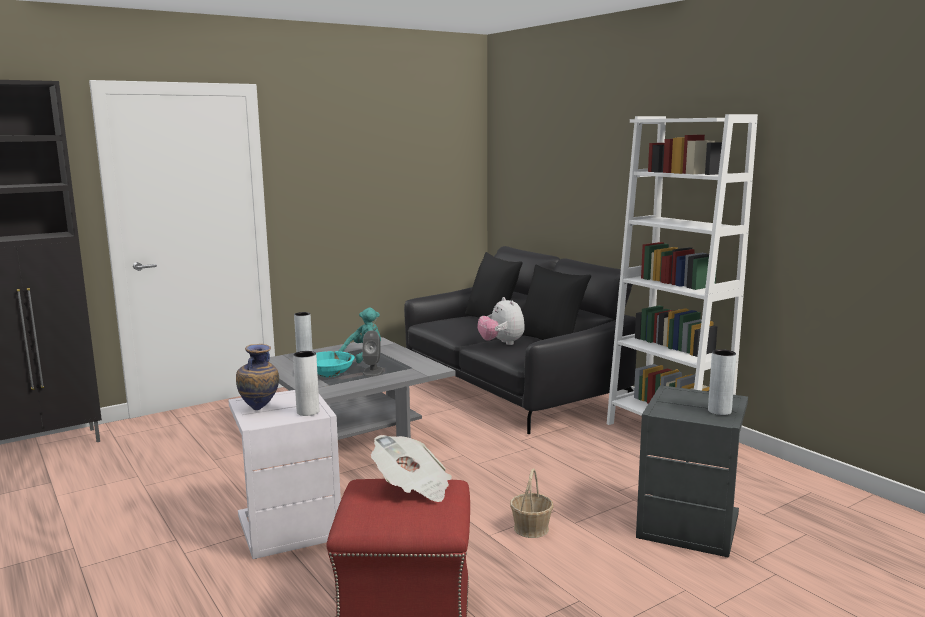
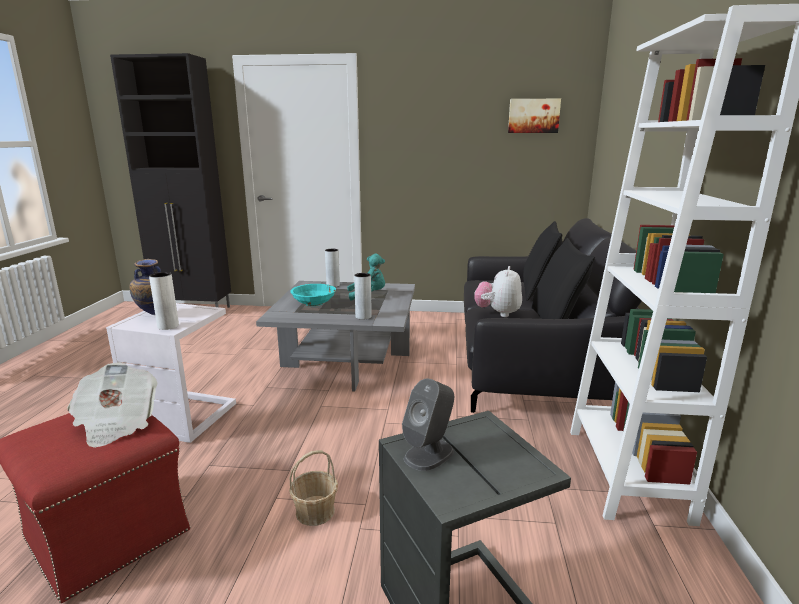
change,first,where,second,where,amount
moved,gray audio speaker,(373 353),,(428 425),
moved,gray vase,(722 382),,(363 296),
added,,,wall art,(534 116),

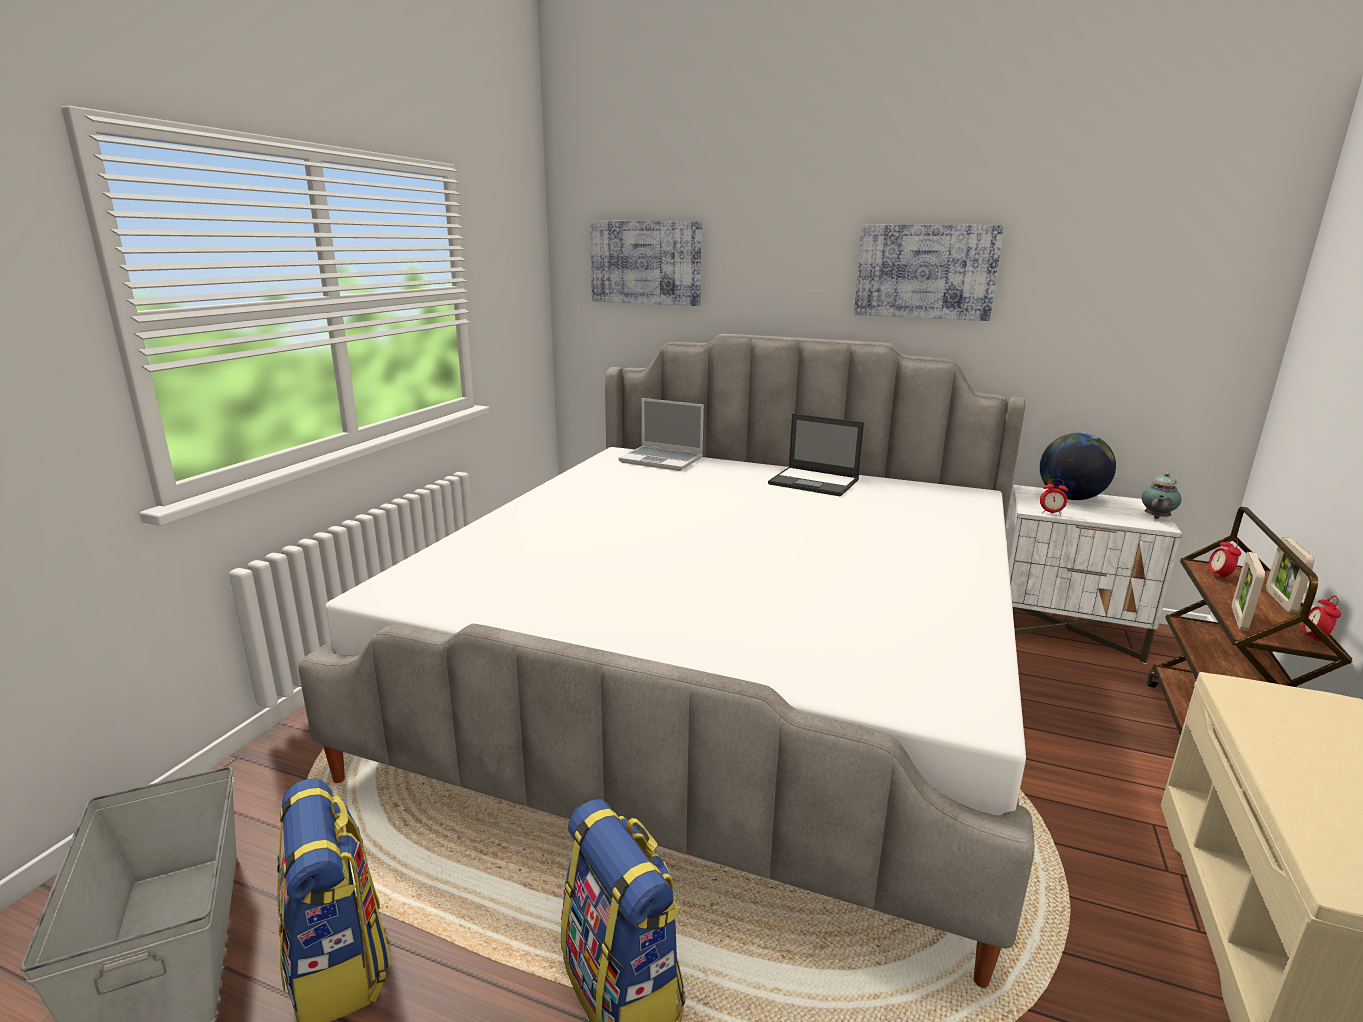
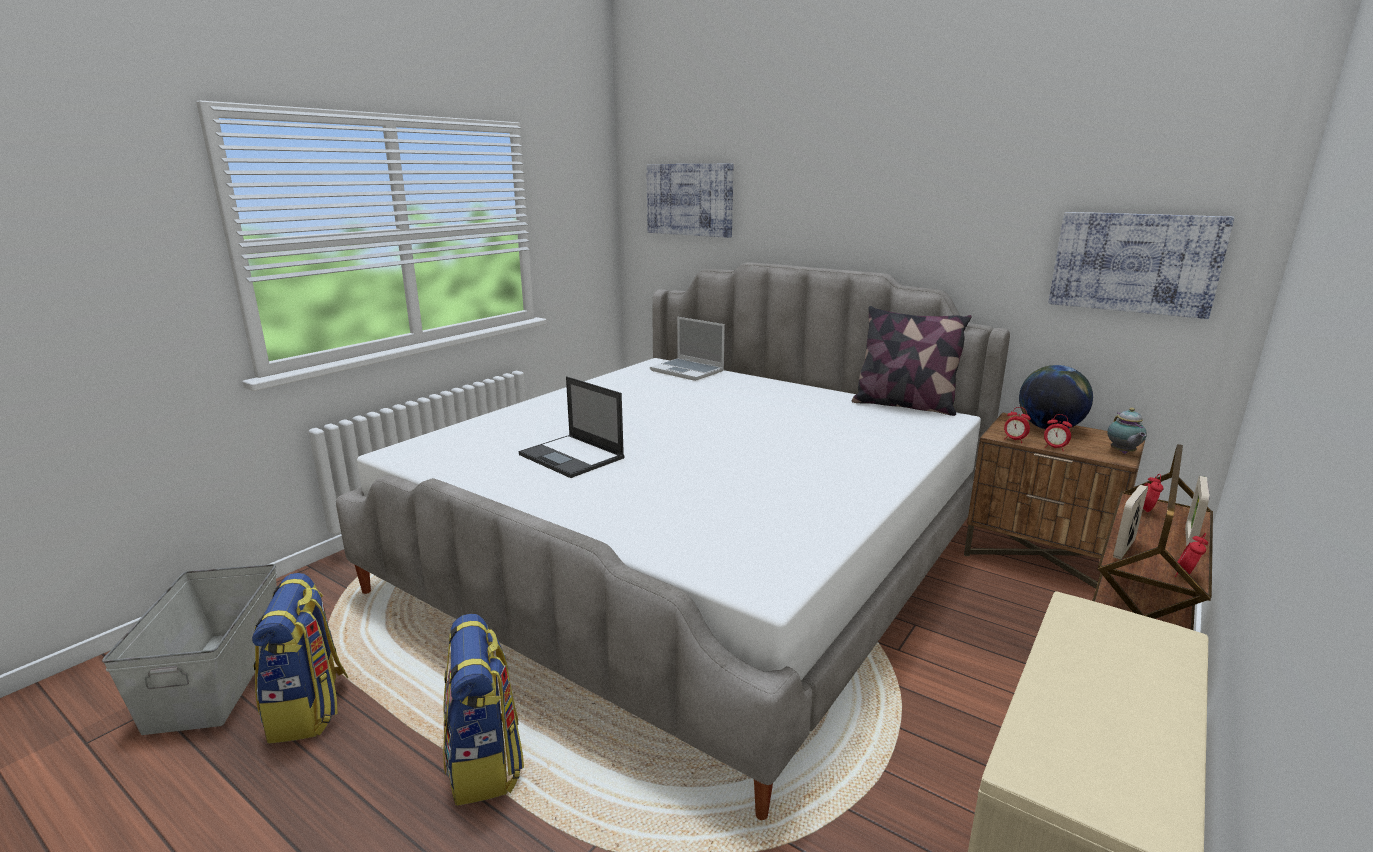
change,first,where,second,where,amount
moved,notebook computer,(816 455),,(572 427),
moved,wall art,(929 272),,(1141 265),
recoloured,white bedside table,(1094 574),brown bedside table,(1054 500),
turned,pot for tea,(1162 495),,(1127 431),45 degrees counterclockwise
added,,,cushion,(911 361),
added,,,table clock,(1058 432),

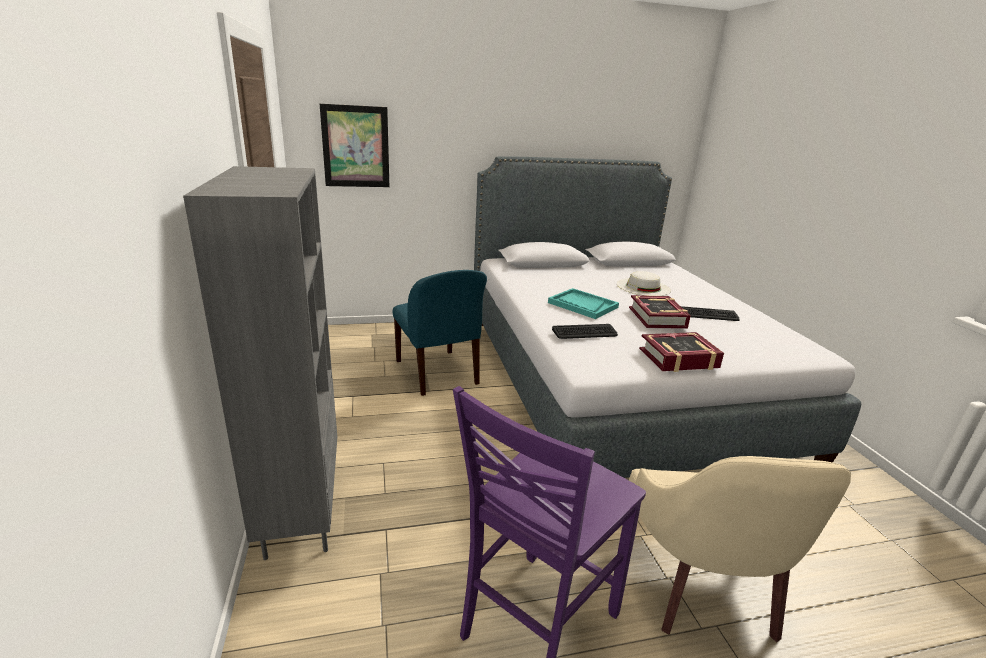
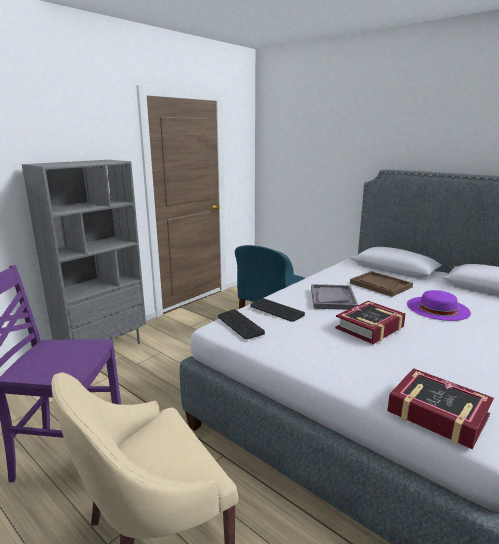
change,first,where,second,where,amount
removed,wall art,(354 145),,,
recoloured,turquoise-coloured carrying tray,(583 303),gray carrying tray,(334 297),
recoloured,white wearable hat,(644 283),purple-coloured wearable hat,(439 305),
moved,book,(681 352),,(440 408),
moved,keyboard,(710 313),,(241 324),
added,,,brown carrying tray,(381 284),

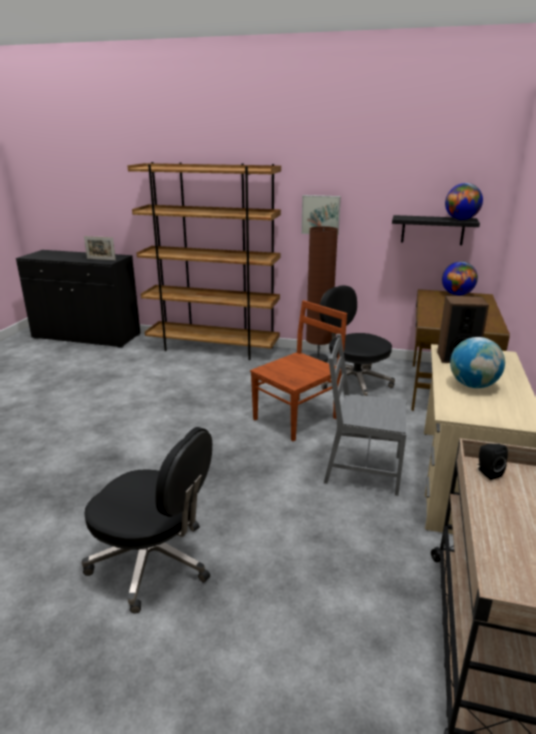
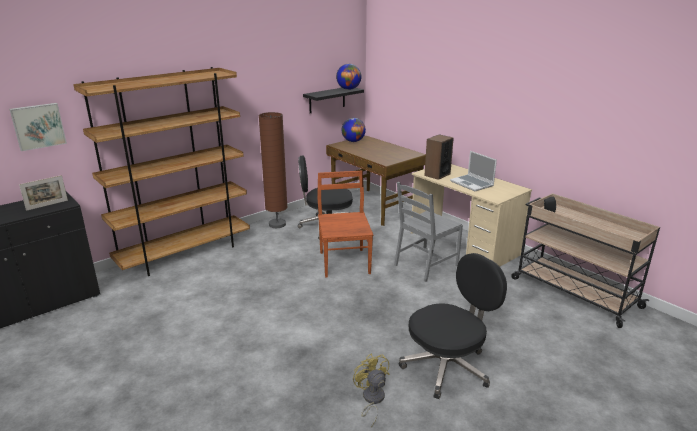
change,first,where,second,where,amount
moved,wall art,(321 215),,(38 127),
replaced,world globe,(477 362),notebook computer,(473 171),
added,,,yellow cooling fan,(371 390),

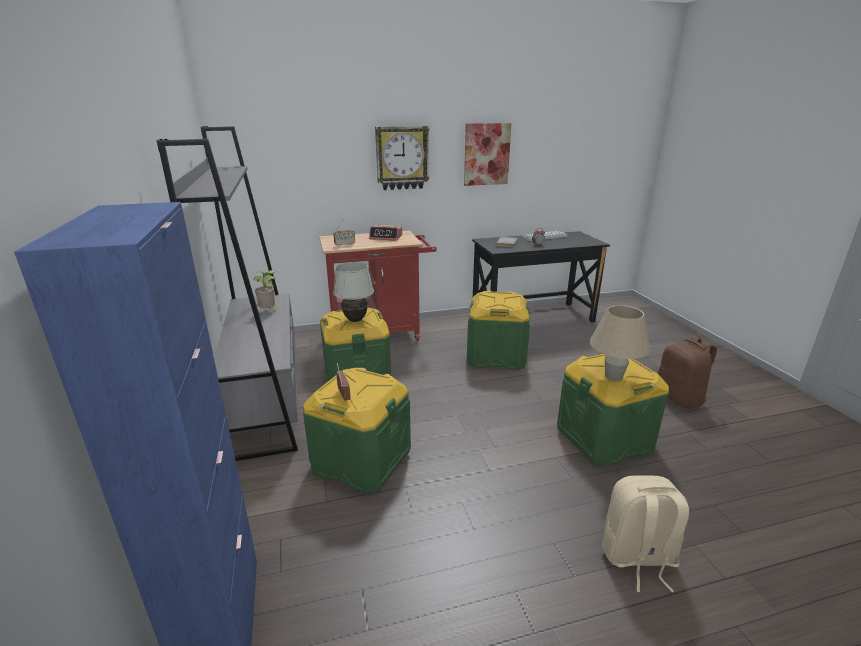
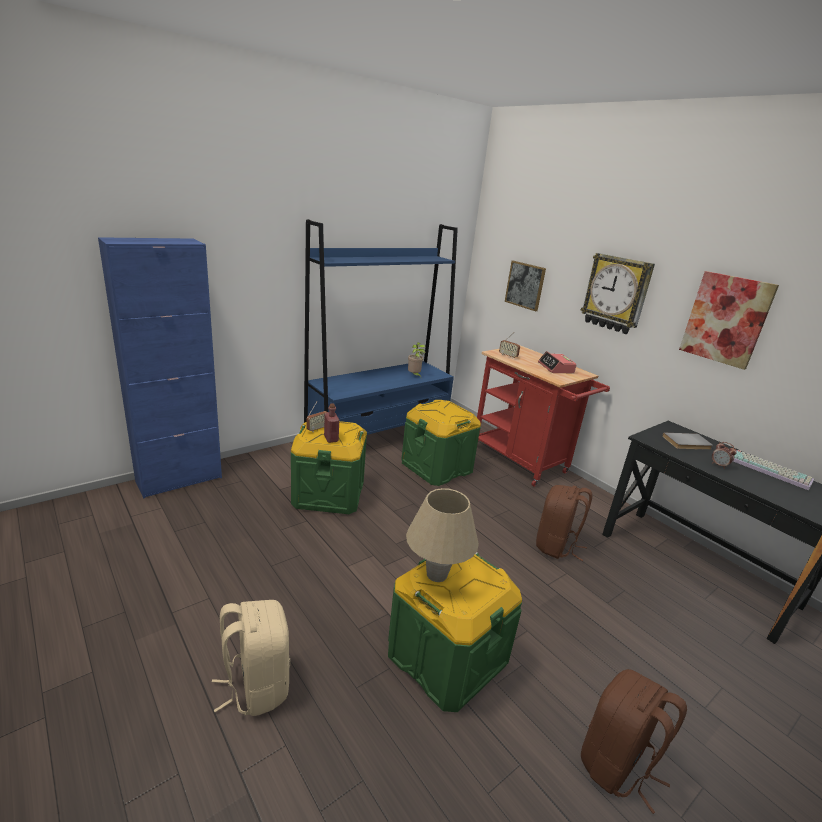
change,first,where,second,where,amount
recoloured,gray shelving unit,(227 293),blue-coloured shelving unit,(381 327),
removed,white tabletop lamp,(353 292),,,
replaced,green-coloured storage bin,(498 330),brown knapsack,(564 523),
added,,,reddish drink bottle,(331 423),
added,,,wall art,(525 286),

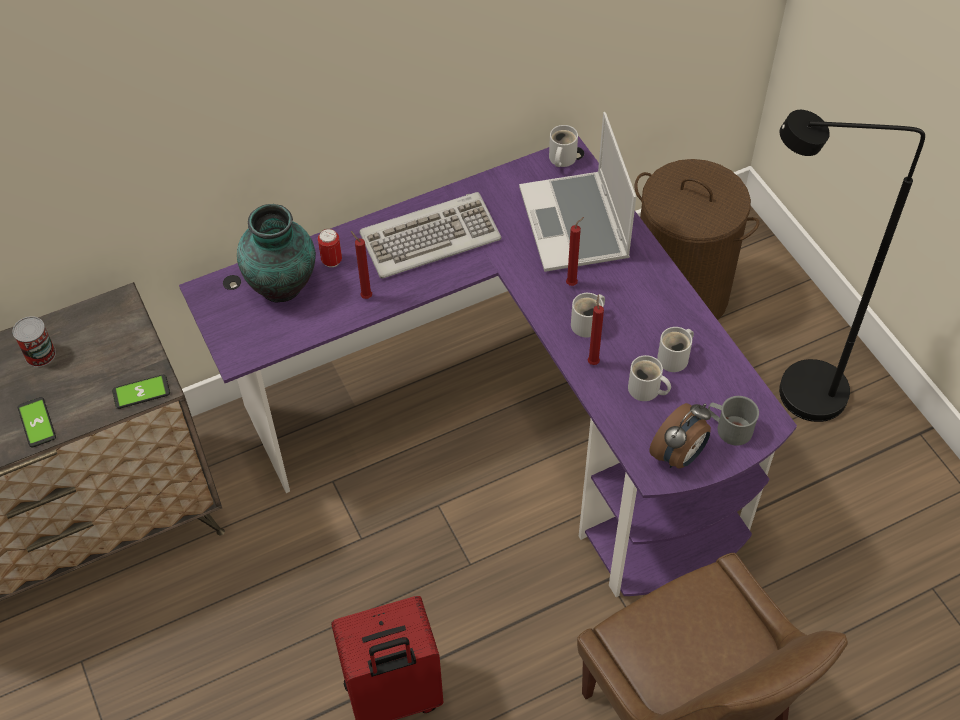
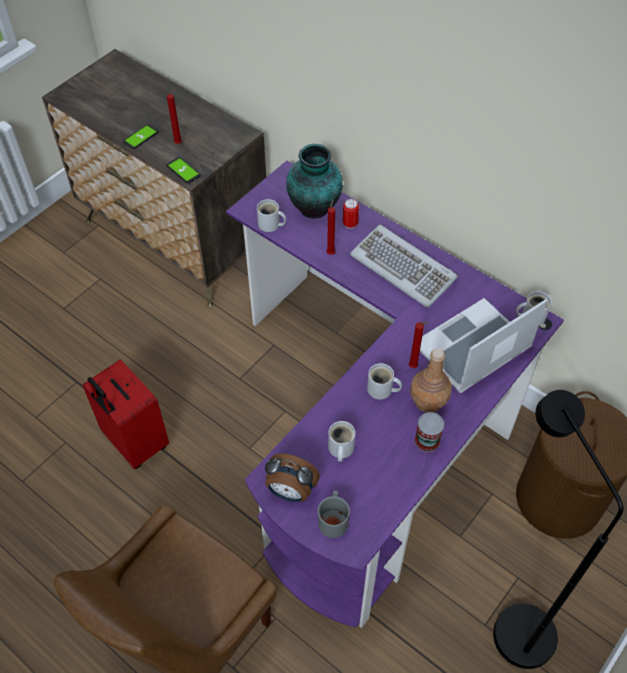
change,first,where,second,where,amount
moved,metal can,(34 341),,(429 432),
moved,reddish candle,(596 329),,(174 116),
moved,white mug,(675 349),,(272 215),
added,,,brown drink bottle,(431 380),

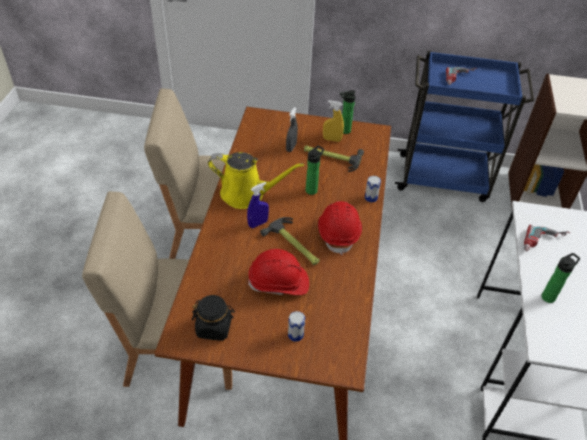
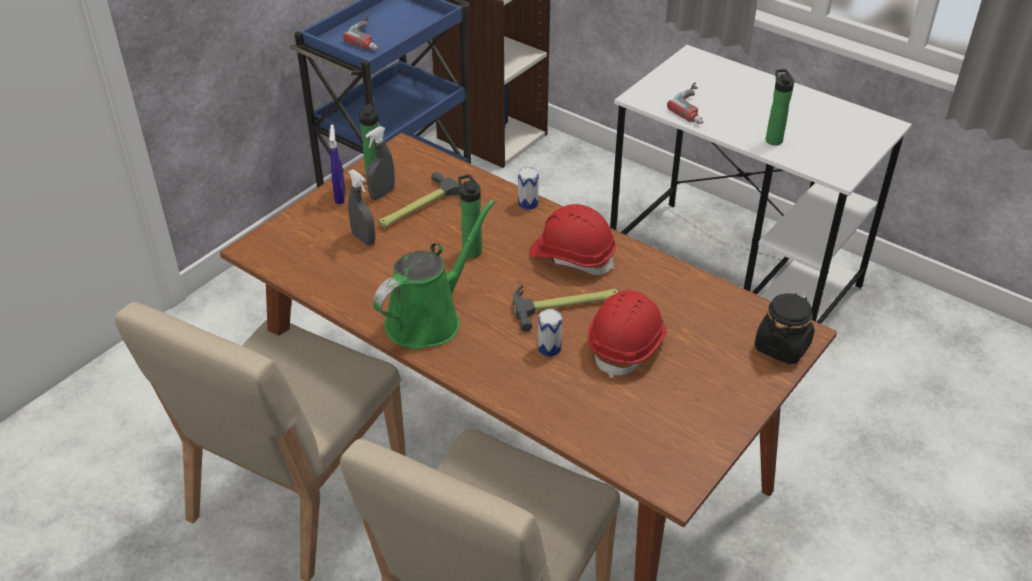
change,first,where,second,where,amount
moved,black-coloured storage jar,(213 318),,(784 328),
recoloured,yellow watering can,(256 180),green-coloured watering can,(434 274),
moved,blue-coloured sprayer,(258 205),,(337 164),
moved,metal can,(296 326),,(550 333),
recoloured,yellow sprayer,(333 121),gray sprayer,(380 163),

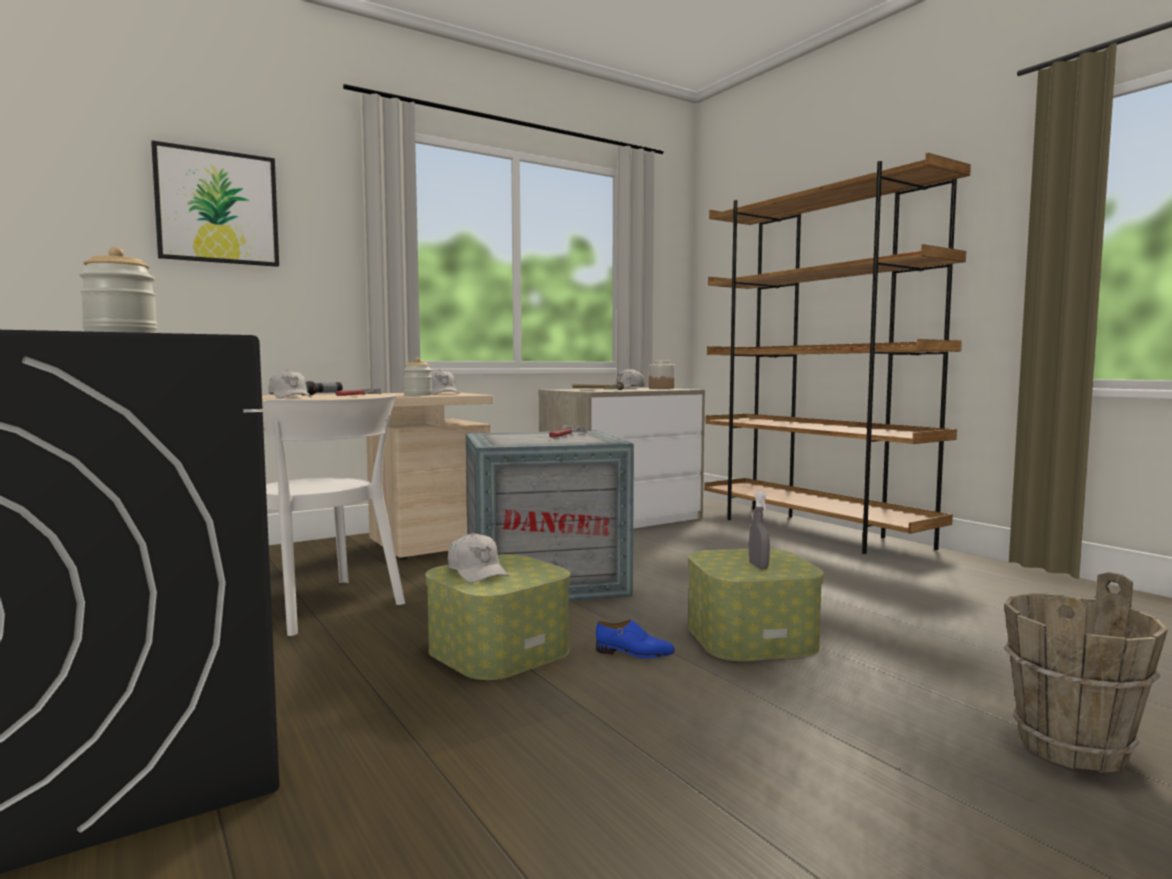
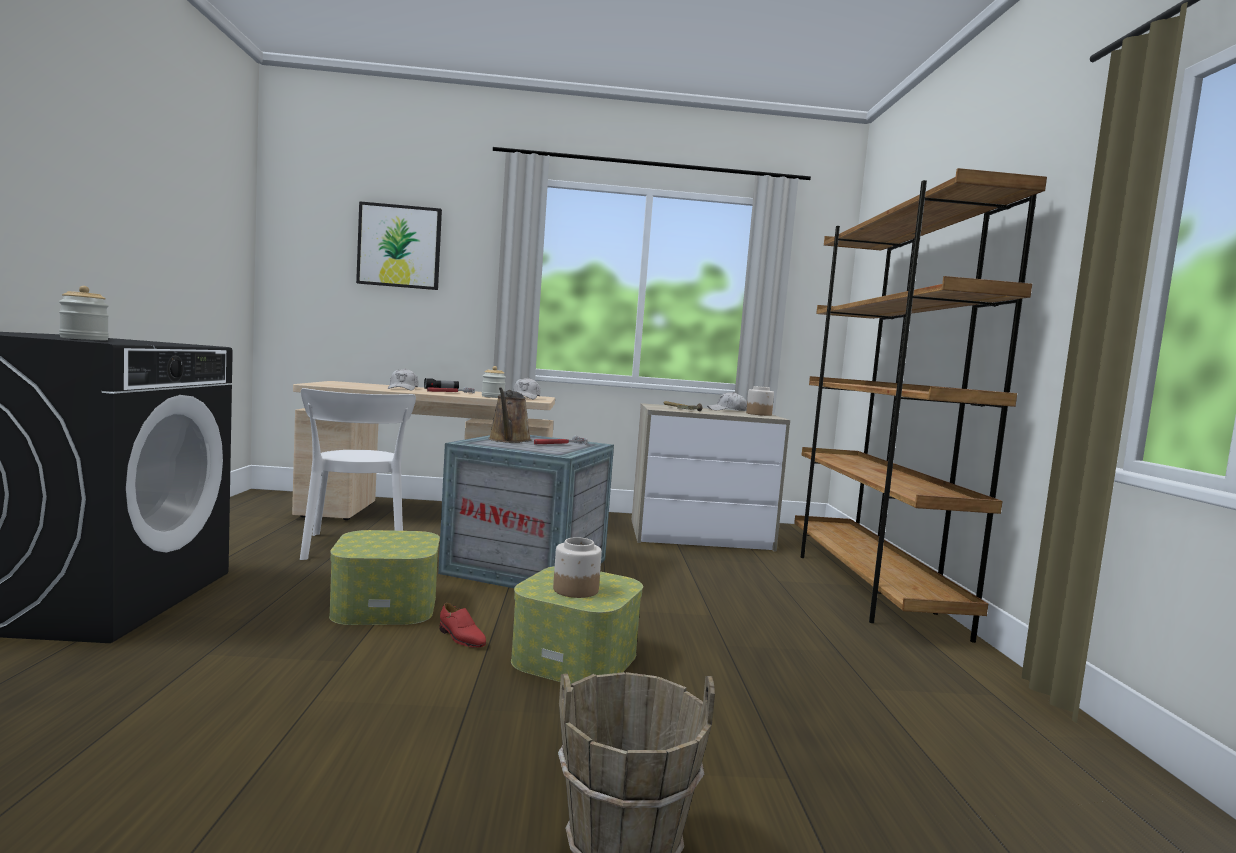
change,first,where,second,where,amount
removed,white baseball cap,(478 558),,,
recoloured,blue-coloured low shoe,(635 638),reddish low shoe,(462 625),
replaced,gray sprayer,(759 530),storage jar,(577 567),
added,,,brown watering can,(509 415),

